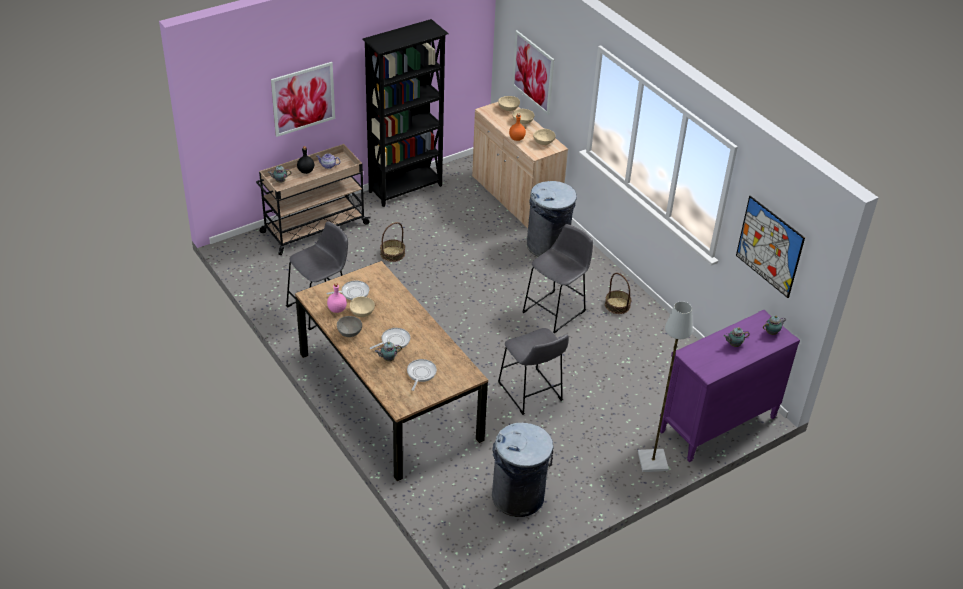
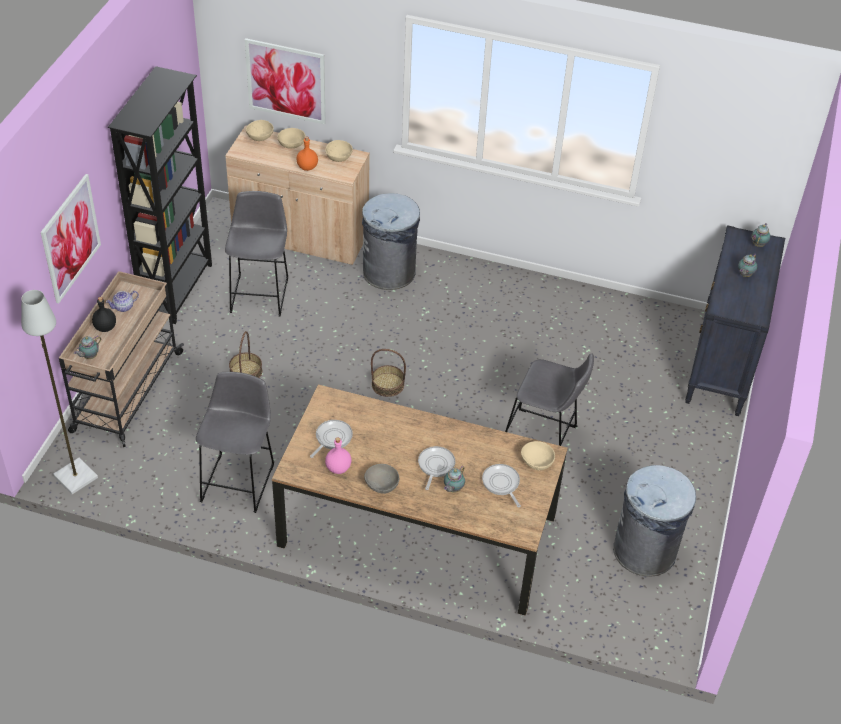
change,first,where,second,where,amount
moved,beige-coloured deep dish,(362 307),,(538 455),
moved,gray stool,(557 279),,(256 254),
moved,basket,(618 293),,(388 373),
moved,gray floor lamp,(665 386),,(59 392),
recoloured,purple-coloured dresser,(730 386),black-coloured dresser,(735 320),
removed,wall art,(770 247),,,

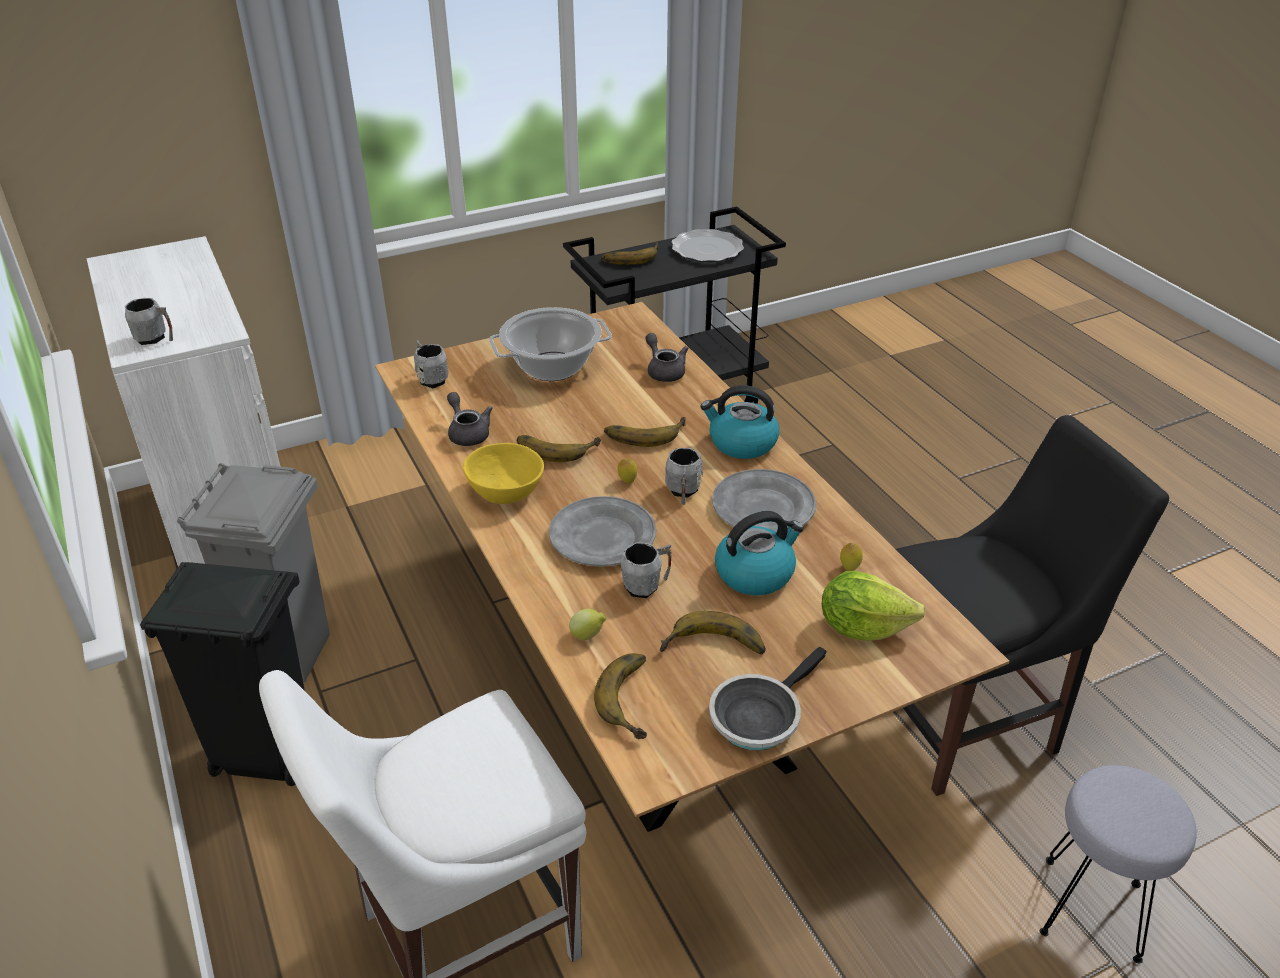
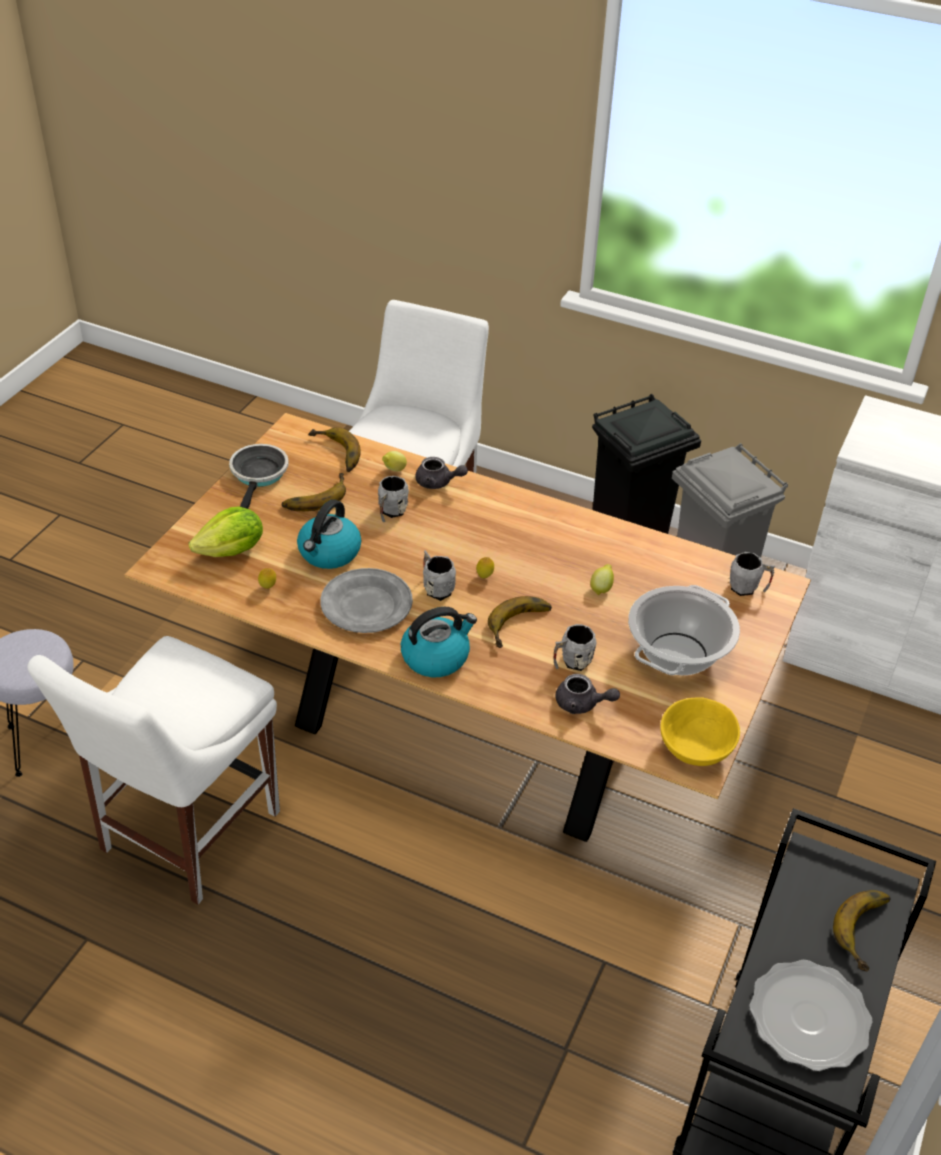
change,first,where,second,where,amount
moved,gray mug,(149 321),,(575 647),
moved,gray pot for tea,(470 419),,(441 473),
moved,yellow deep dish,(503 473),,(700 732),
removed,whole banana,(559 448),,,
removed,gray dinner plate,(602 531),,,
recoloured,black-coloured upright chair,(1032 605),white upright chair,(153 770),
added,,,citrus fruit,(602 579),

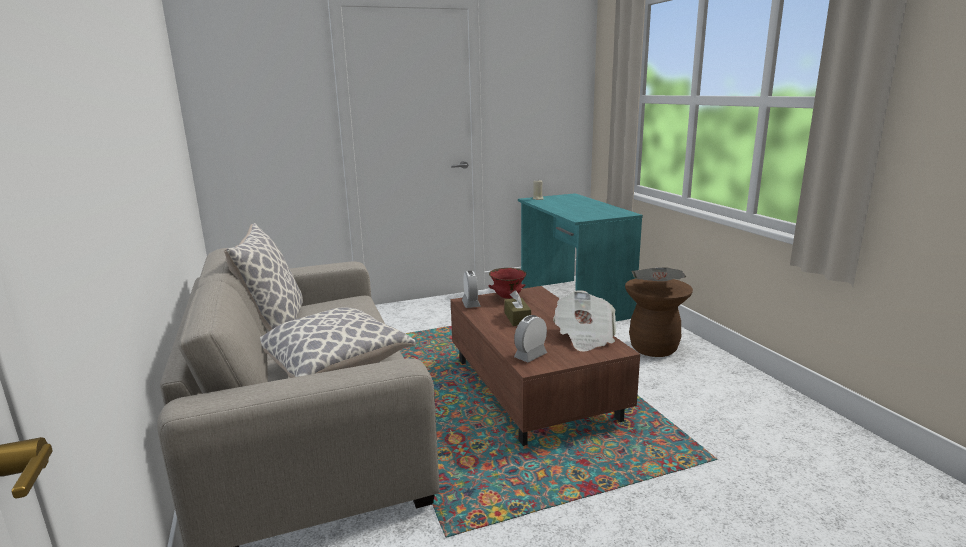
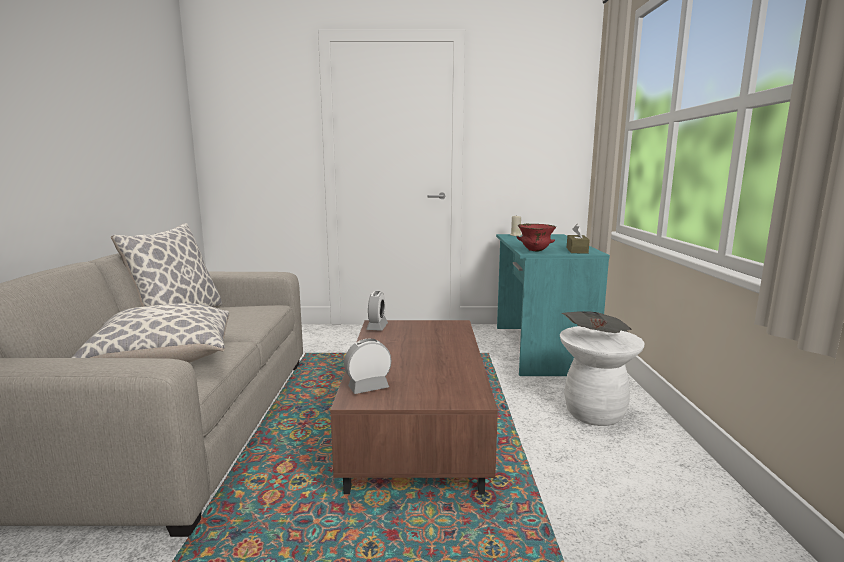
change,first,where,second,where,amount
moved,reddish deep dish,(507 283),,(536 238),
moved,brown tissue box,(517 308),,(578 239),
removed,newspaper,(584 321),,,
recoloured,brown stool,(659 317),white stool,(602 376),

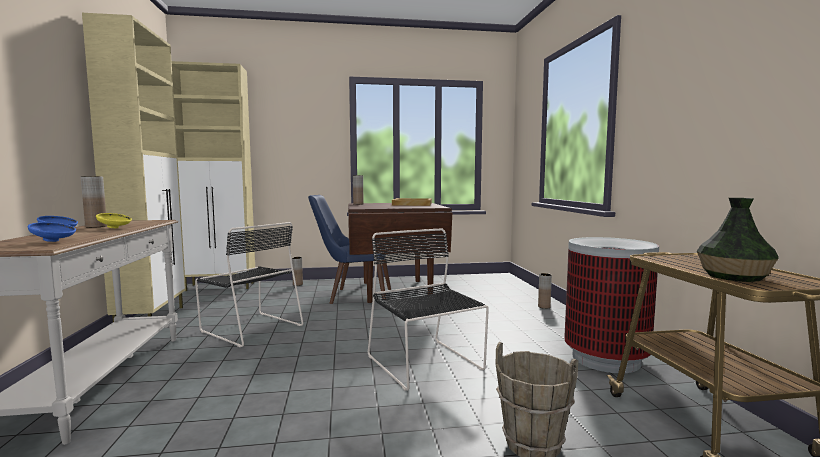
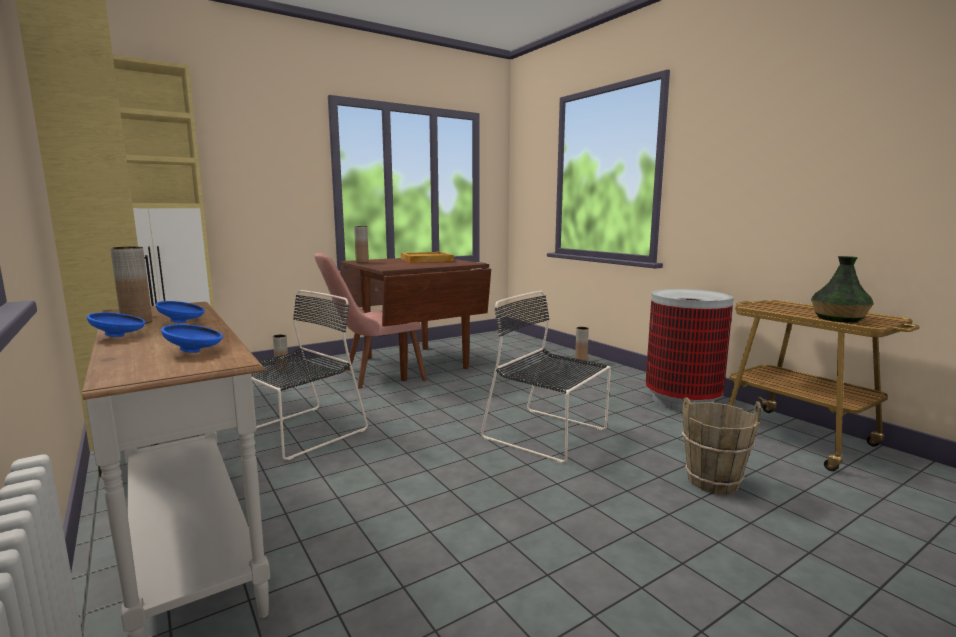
change,first,where,second,where,amount
recoloured,yellow deep dish,(114 220),blue-coloured deep dish,(180 312),
turned,black-coloured upright chair,(249 284),,(309 375),60 degrees counterclockwise
recoloured,blue-coloured upright chair,(349 249),pink upright chair,(370 321),

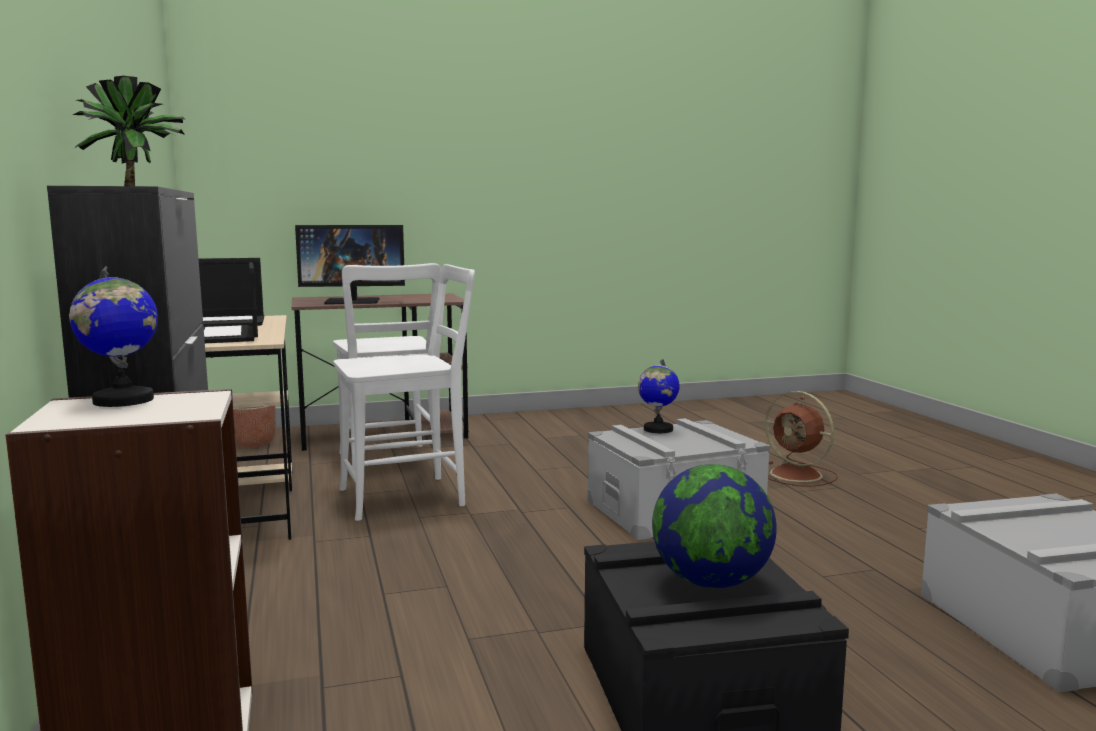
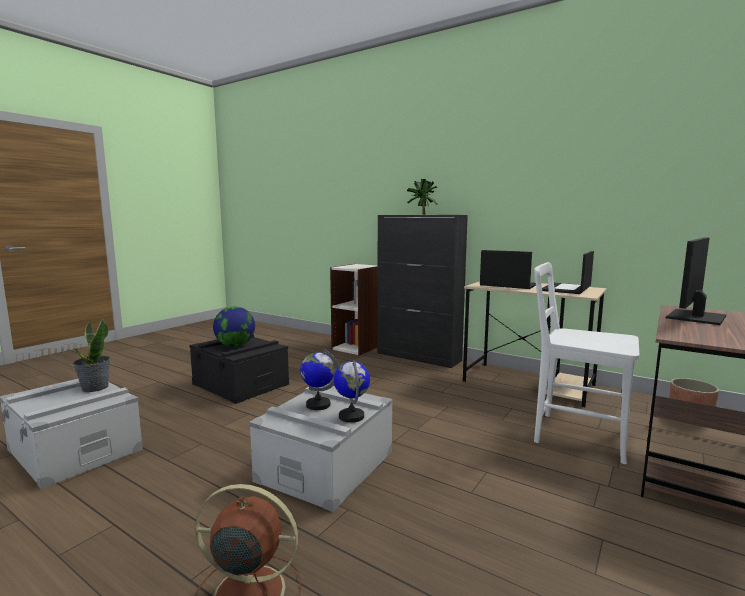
change,first,where,second,where,amount
moved,world globe,(113 336),,(319 380),
removed,white upright chair,(404 392),,,
added,,,houseplant,(91 355),

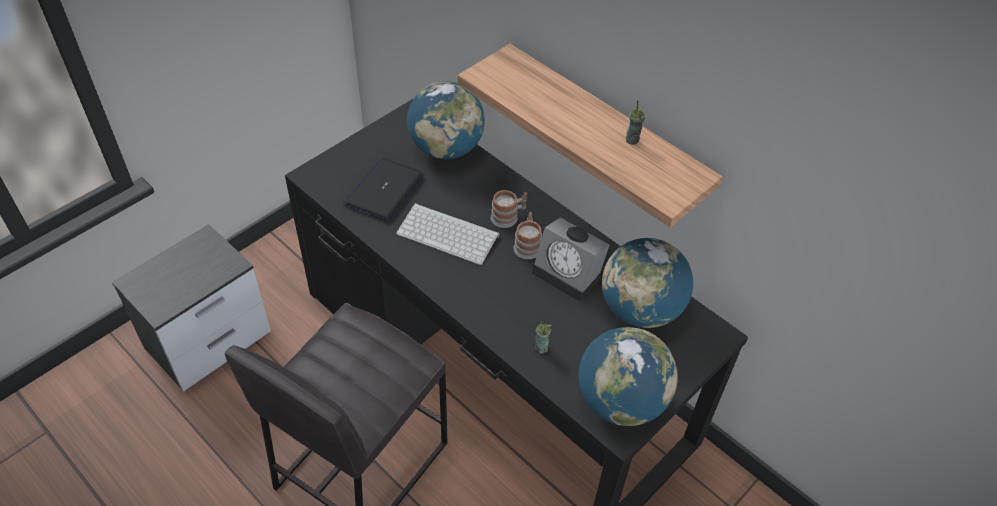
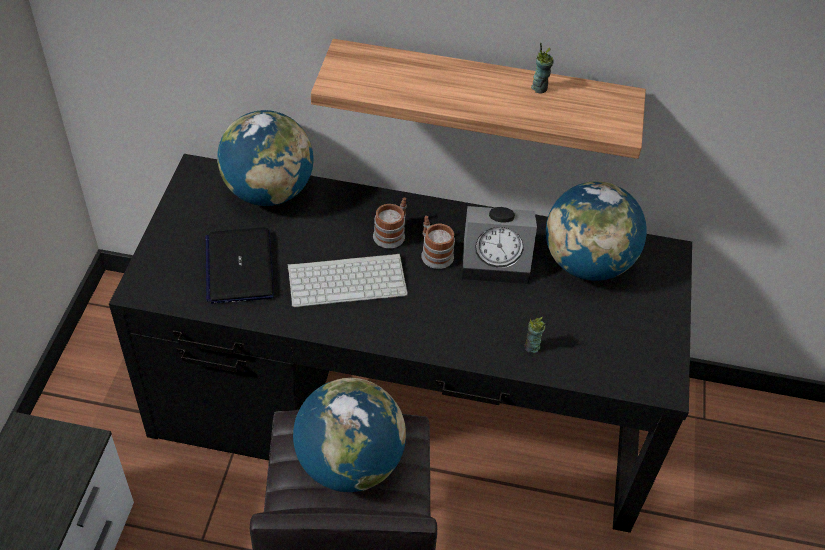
change,first,where,second,where,amount
moved,world globe,(628 376),,(349 435),

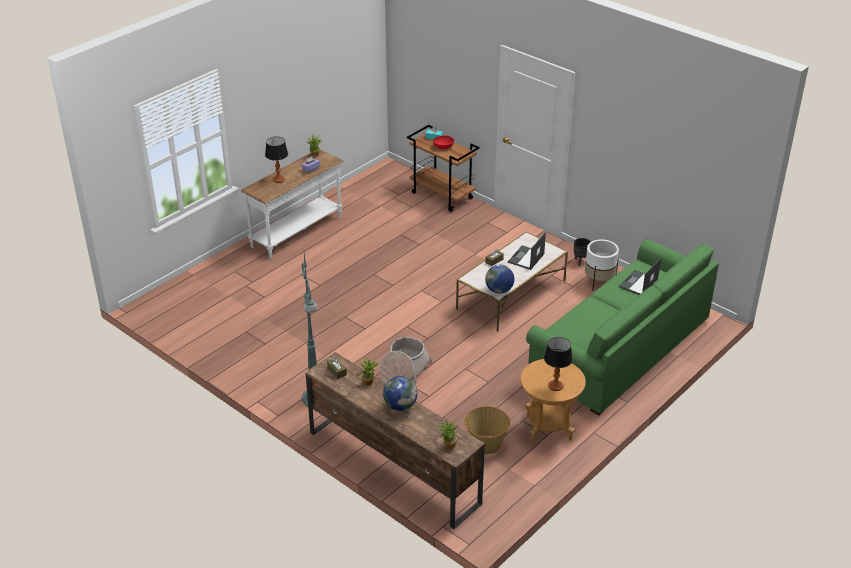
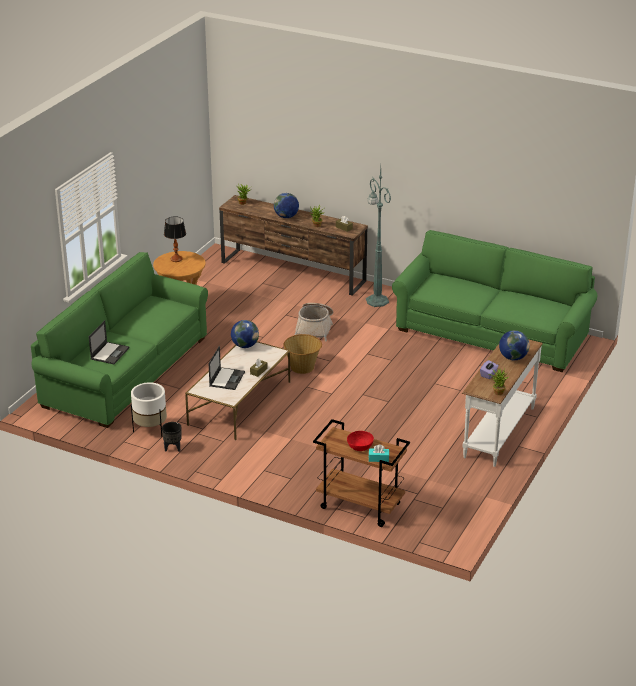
change,first,where,second,where,amount
replaced,tabletop lamp,(276 160),world globe,(514 345),
moved,basket,(487 430),,(302 354),
added,,,green-coloured couch,(494 301),

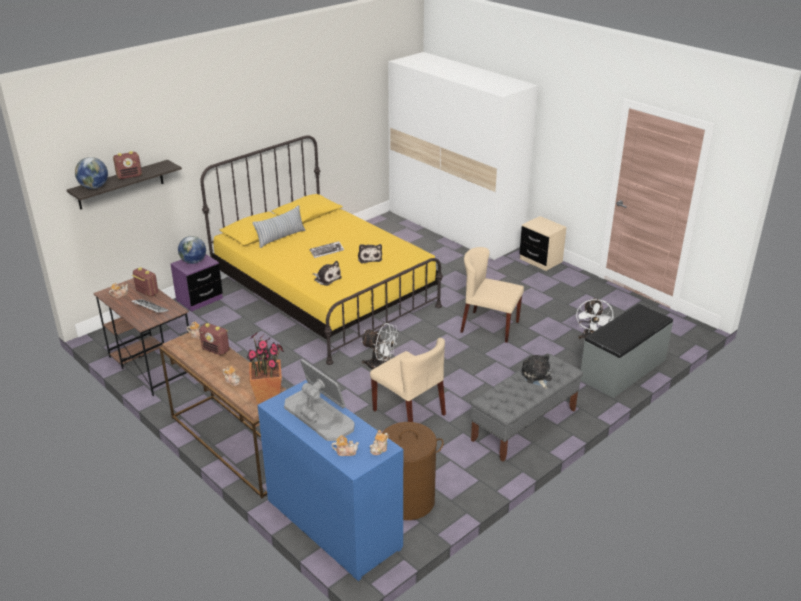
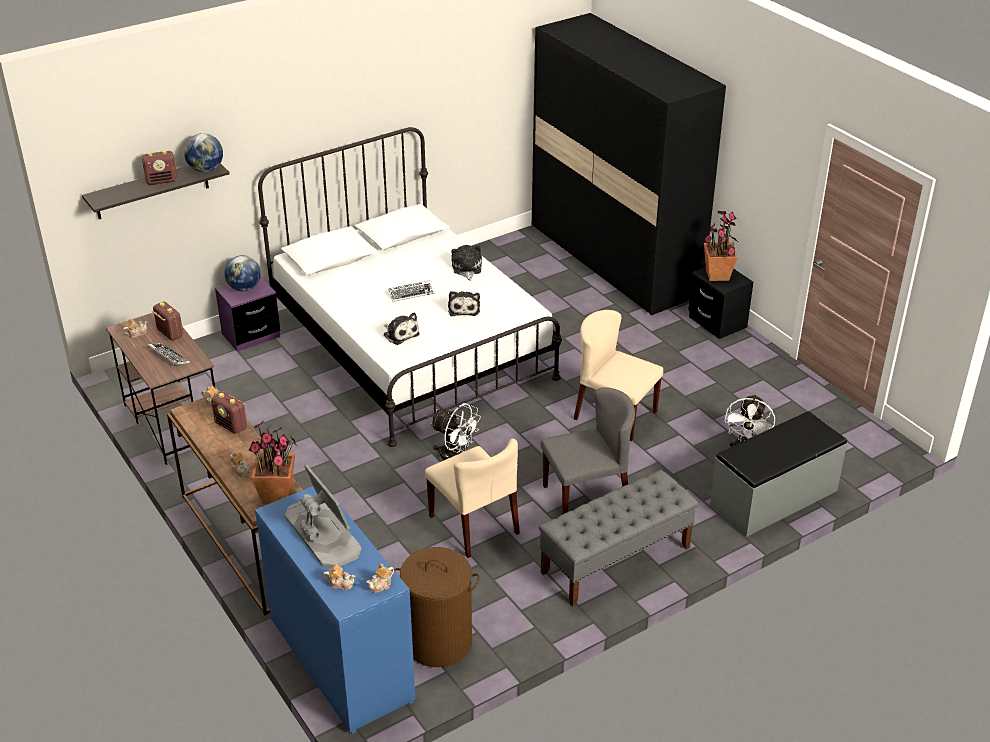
change,first,where,second,where,amount
moved,world globe,(91 173),,(203 152),
recoloured,yellow bedroom bed,(321 250),white bedroom bed,(410 287),
removed,cushion,(279 226),,,
recoloured,white wardrobe,(463 156),black-coloured wardrobe,(629 164),
recoloured,beige-coloured bedside table,(543 243),black-coloured bedside table,(720 303),
moved,plush toy,(536 371),,(466 263),
added,,,gray upright chair,(588 451),
added,,,houseplant,(721 246),

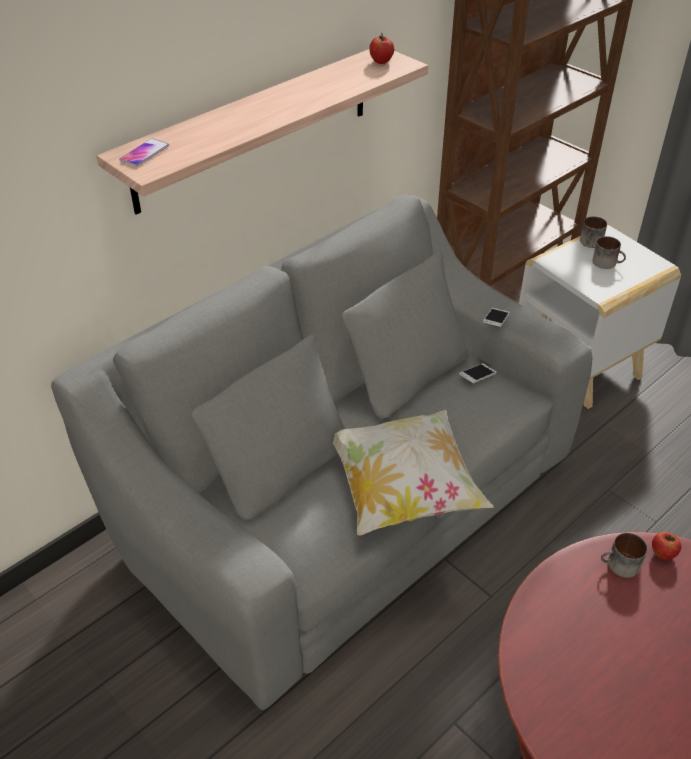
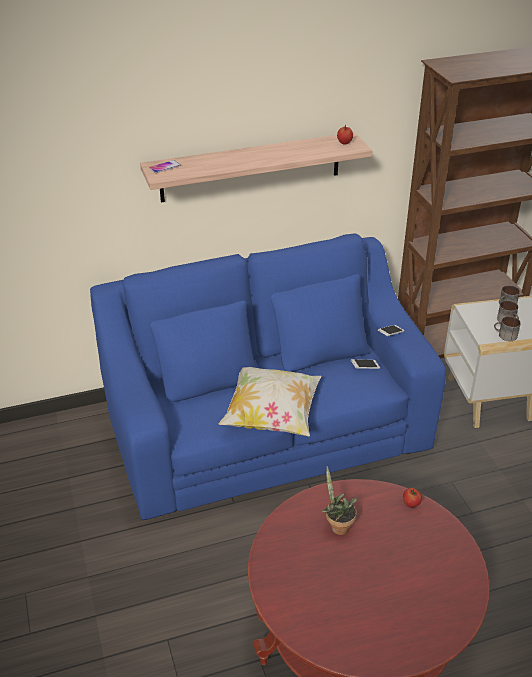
change,first,where,second,where,amount
recoloured,gray couch,(322 452),blue-coloured couch,(268 376),
moved,mug,(624 555),,(507 328),
added,,,houseplant,(339 500),

